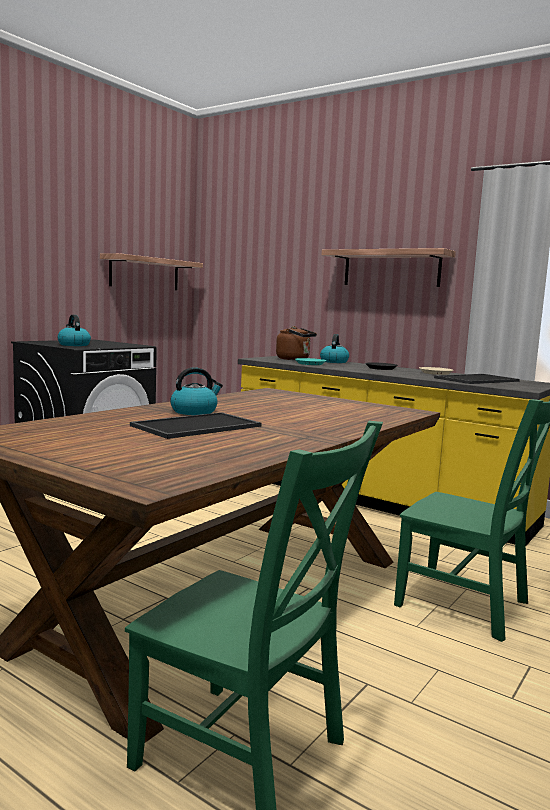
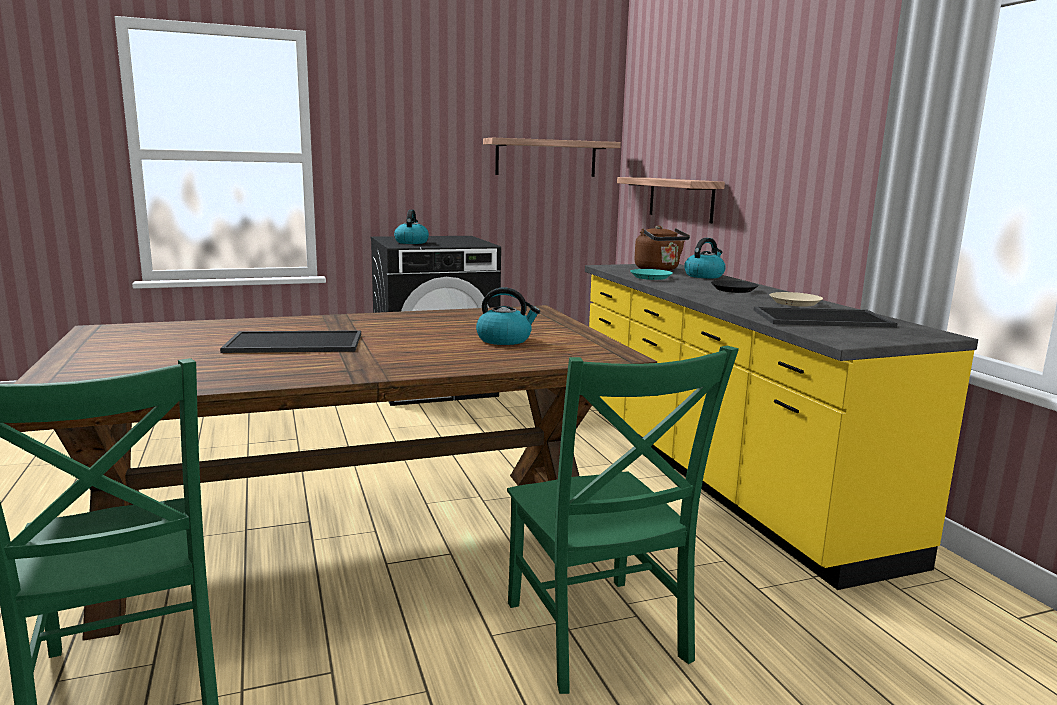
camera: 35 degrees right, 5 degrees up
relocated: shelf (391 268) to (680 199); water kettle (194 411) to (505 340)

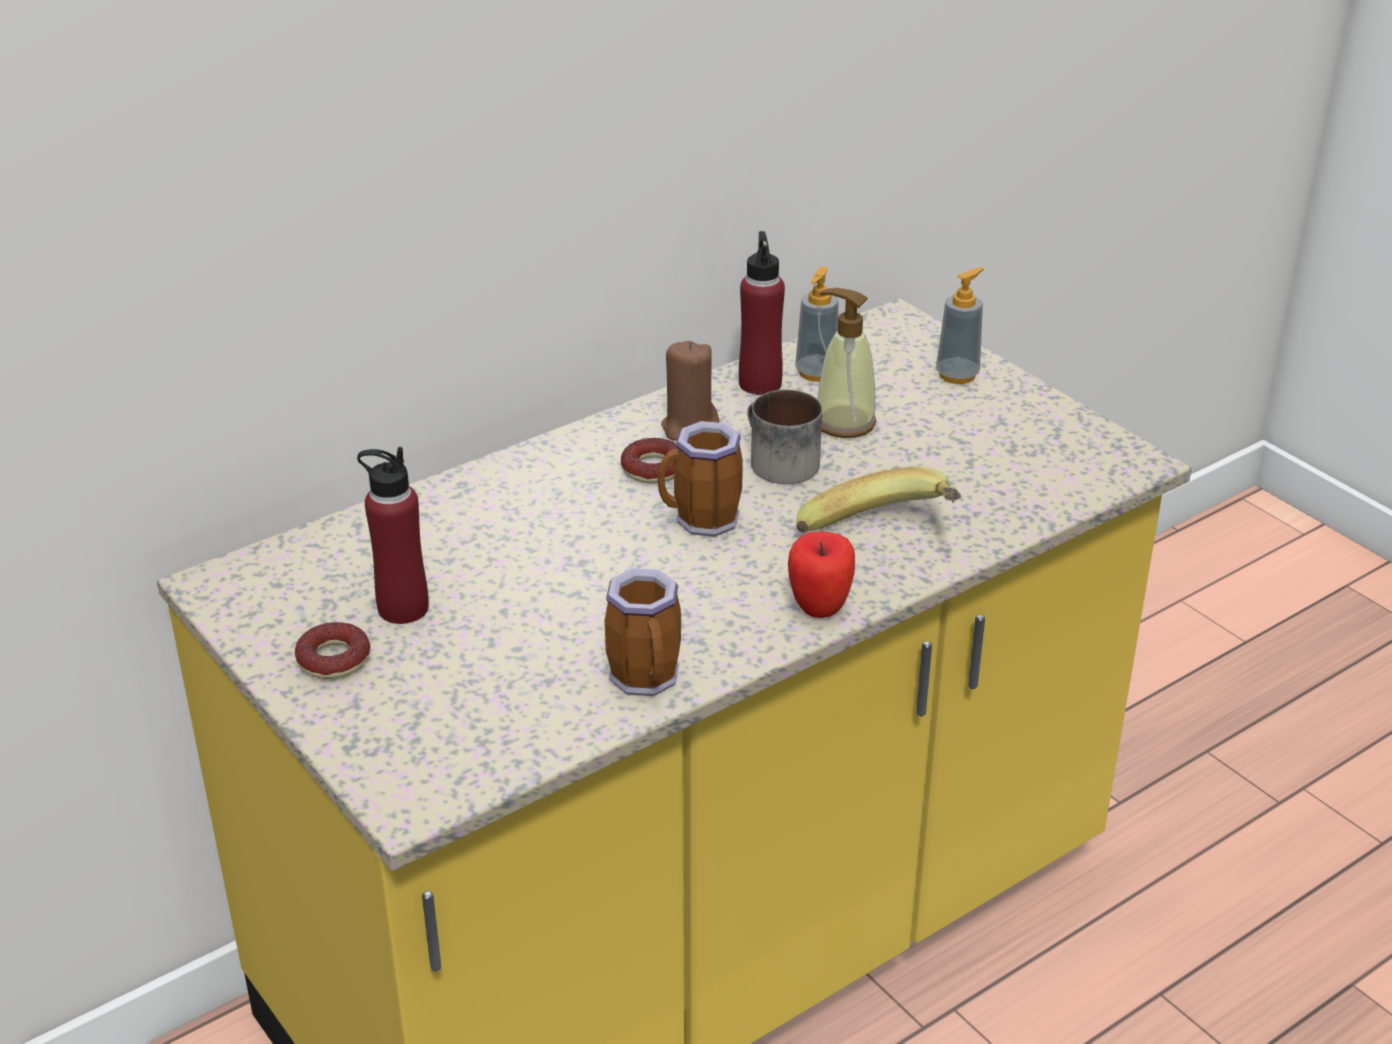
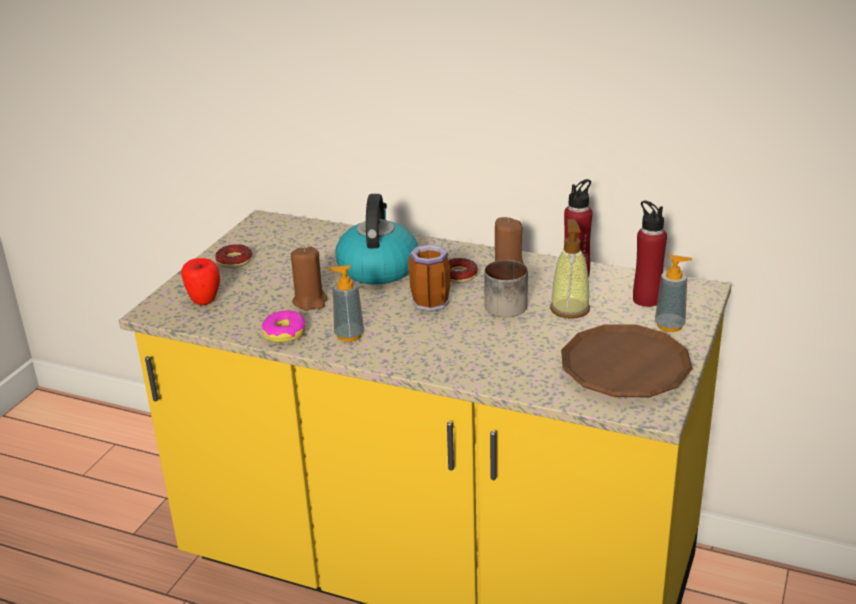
camera: 60 degrees right, 5 degrees down
missing: banana (882 538)
appeared: water kettle (377 268); wax light (brown) (310 301); flat dish (brown) (625 369)
relocated: soap bottle (816 373) to (349 335); drink bottle (red-coloured) (403 608) to (646 299); apple fruit (819 608) to (204 301)
exchanged: tea mug (649 680) to ring doughnut (284 333)

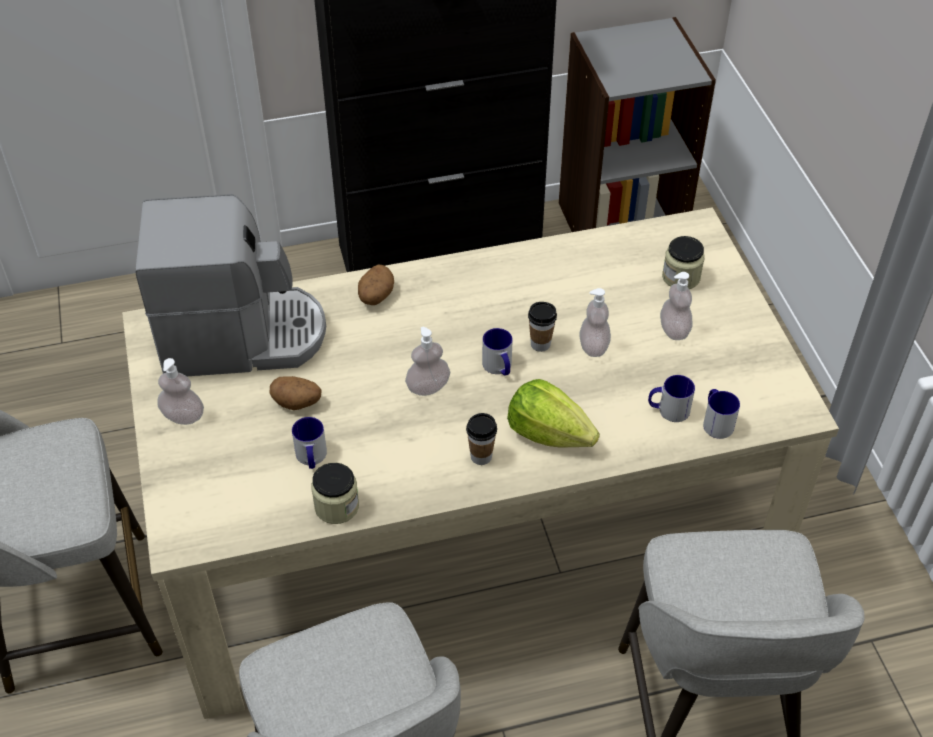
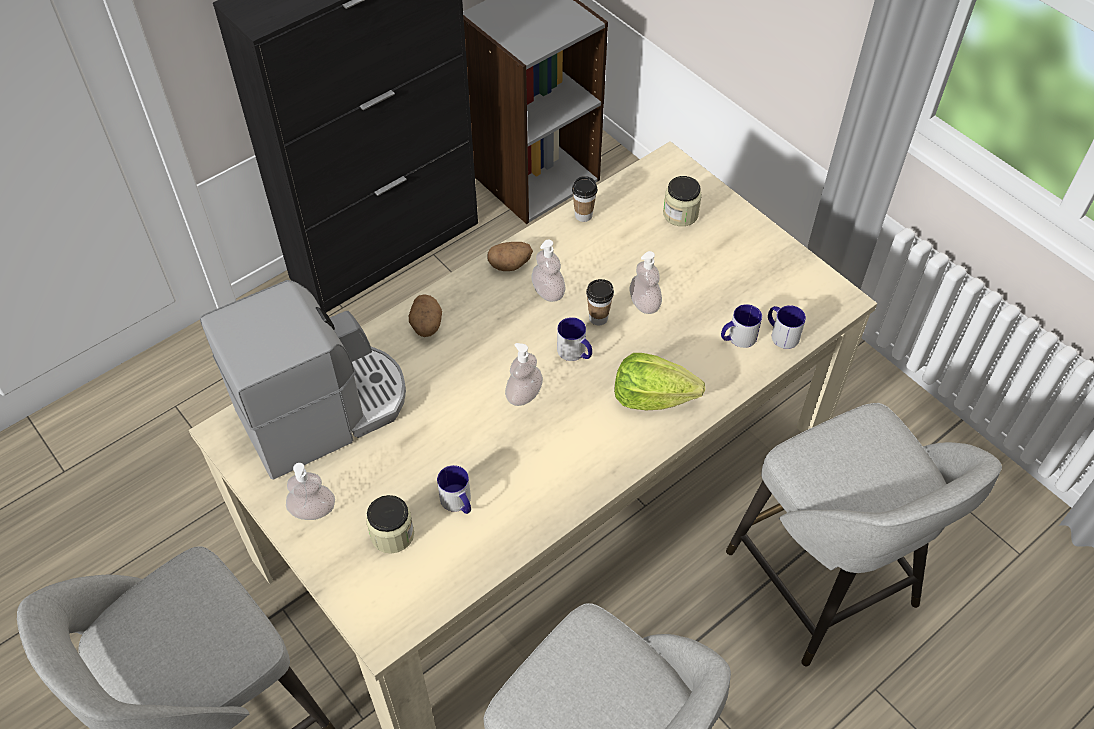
camera: 25 degrees left, 5 degrees up
relocated: soap bottle (674 330) to (548 292); whole potato (297 402) to (510 264); drinking cup (481 456) to (583 215); preserve jar (336 506) to (392 534)

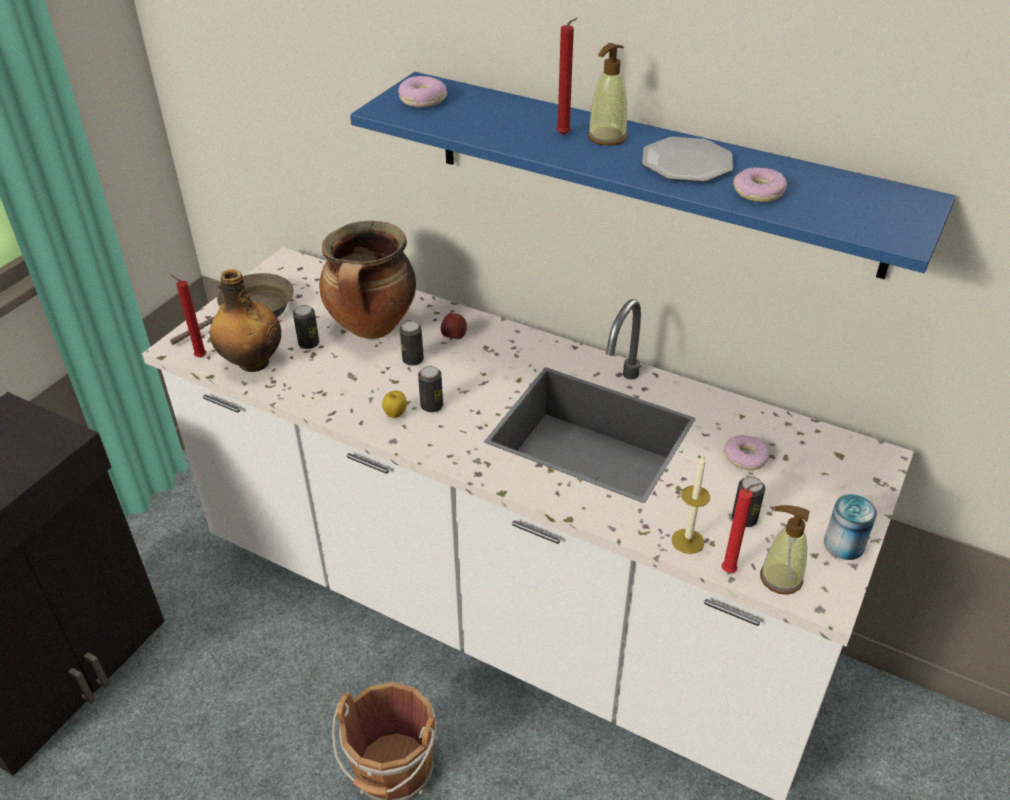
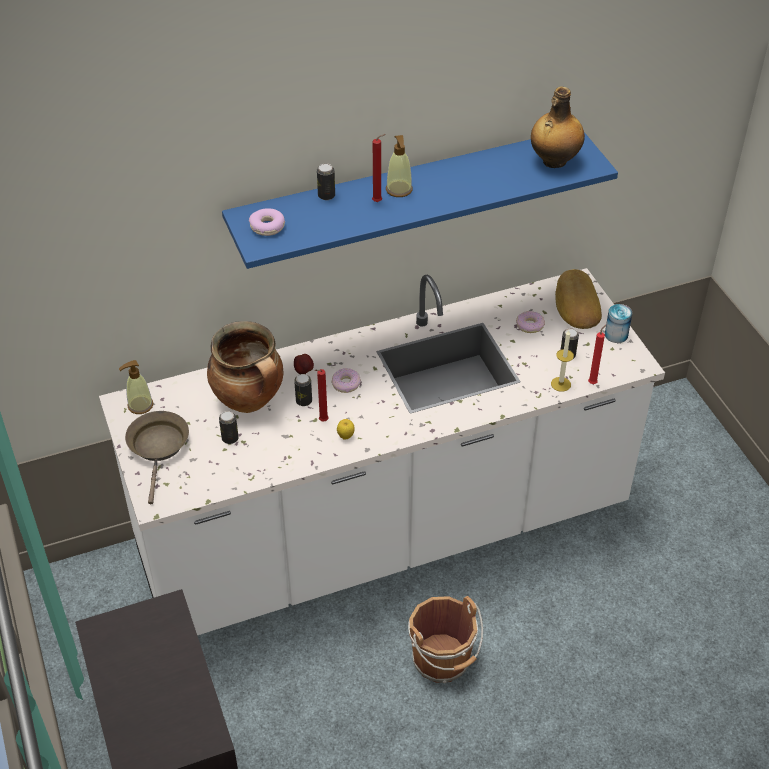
camera: 50 degrees left, 5 degrees up
missing: flat dish (686 163)
appeared: baked bread (576 305)
relocated: ring doughnut (759 192) to (346 384); drink bottle (252 362) to (553 161); wax light (red-coloured) (199 357) to (322 421); sealed can (432 406) to (326 195); soap bottle (780 578) to (140 405)

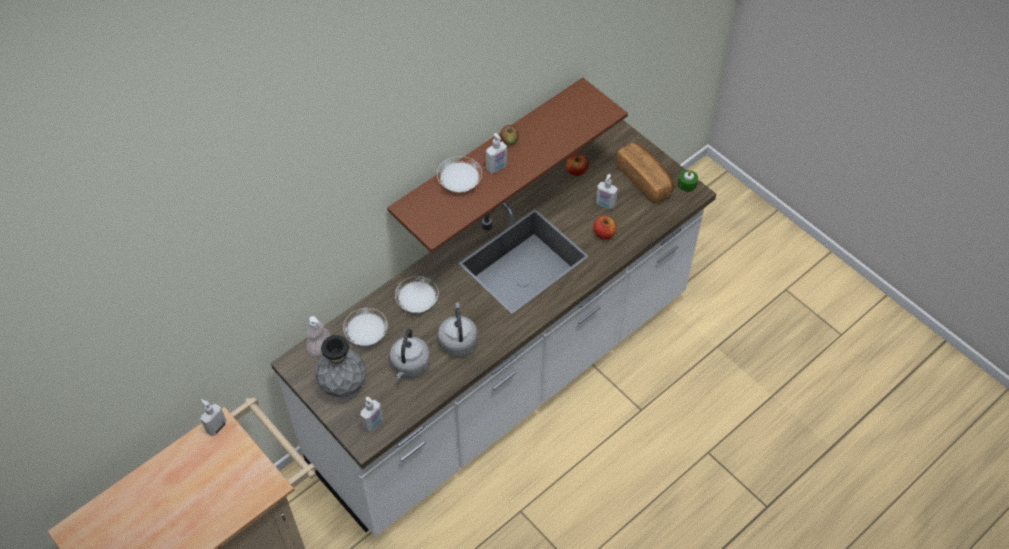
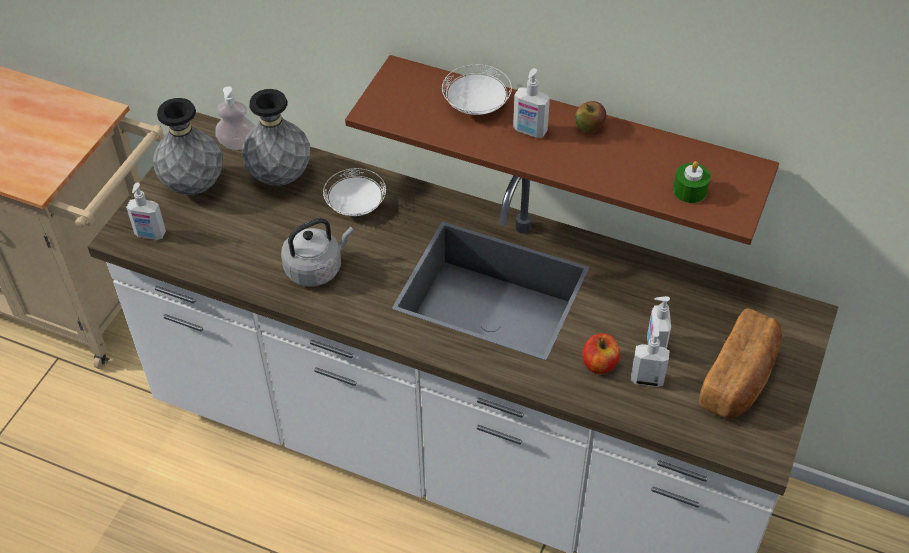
camera: 65 degrees right, 5 degrees down
missing: apple fruit (576 171); water kettle (grey) (410 366)
relocated: wax light (greenish) (687 184) to (690 190); soap bottle (216 427) to (647 379)
exchanged: flat dish (white) (366 334) to flower vase (grey) (280 177)

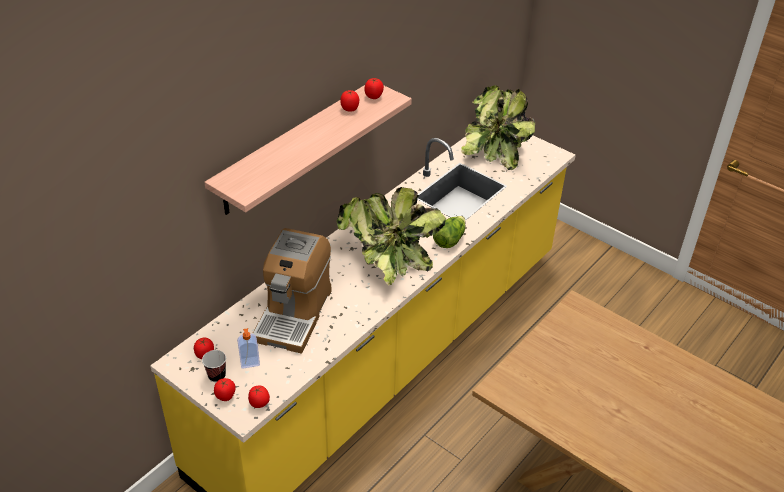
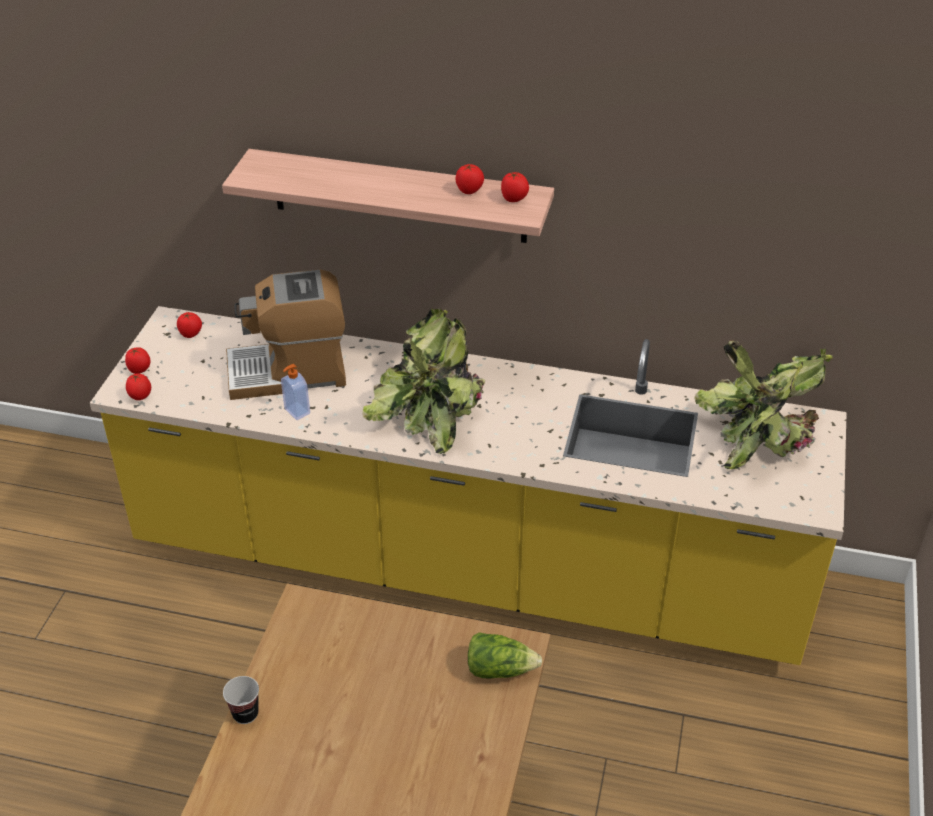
camera: 65 degrees right, 0 degrees up
relocated: lettuce (449 239) to (500 669); soap bottle (250 363) to (296 411); drinking cup (217 376) to (245 714)

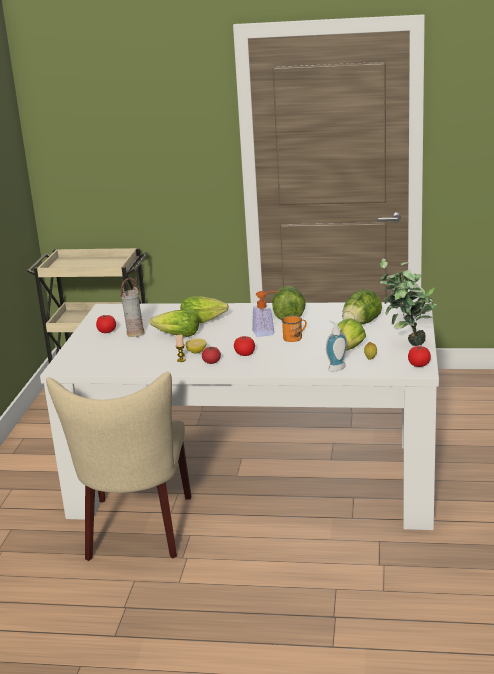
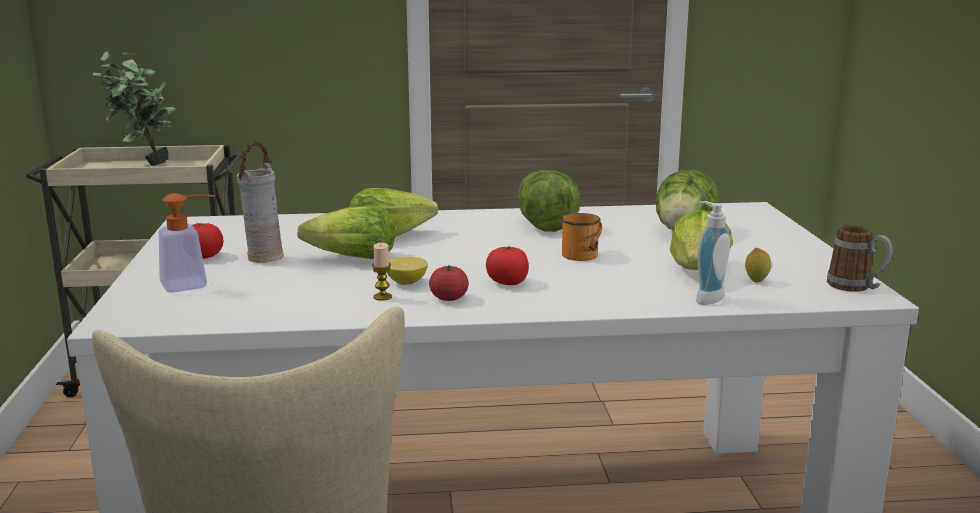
camera: 15 degrees left, 5 degrees down
relocated: potted plant (406 345) to (143 165); soap bottle (267 332) to (193 284)
exchanged: tomato (419 365) to tea mug (856 287)

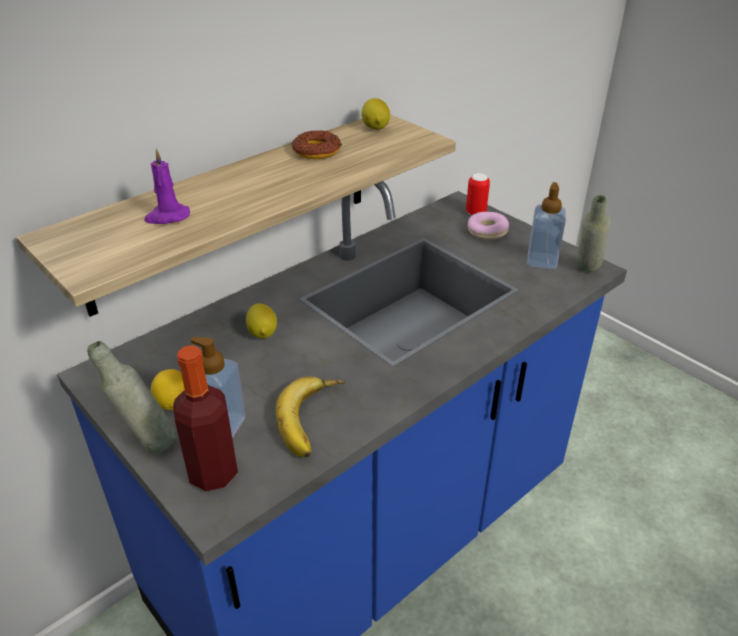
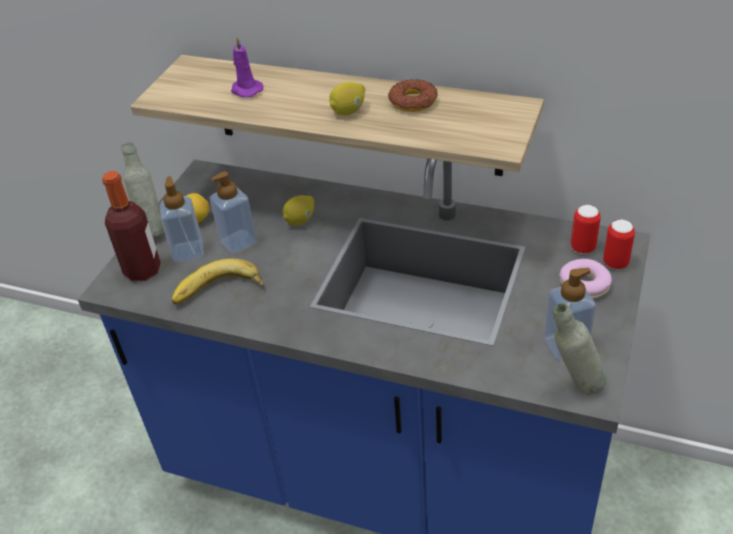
camera: 65 degrees right, 5 degrees up
appeared: soap bottle (238 242); sealed can (582 248)
relocated: whole lemon (375 127) to (349 111)

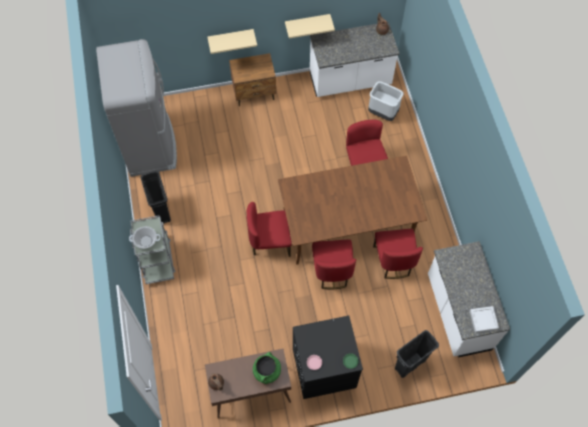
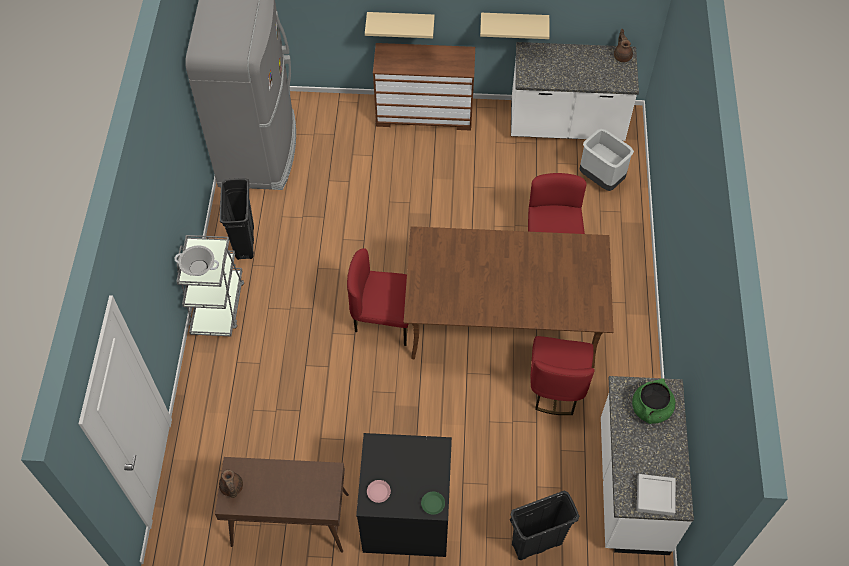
camera: 15 degrees right, 5 degrees down
missing: upright chair (red-coloured) (332 271)
relocated: saucepot (greenish) (267 371) to (651 409)
exchanged: nightstand (brown) (254 92) to dresser (brown) (424 113)

